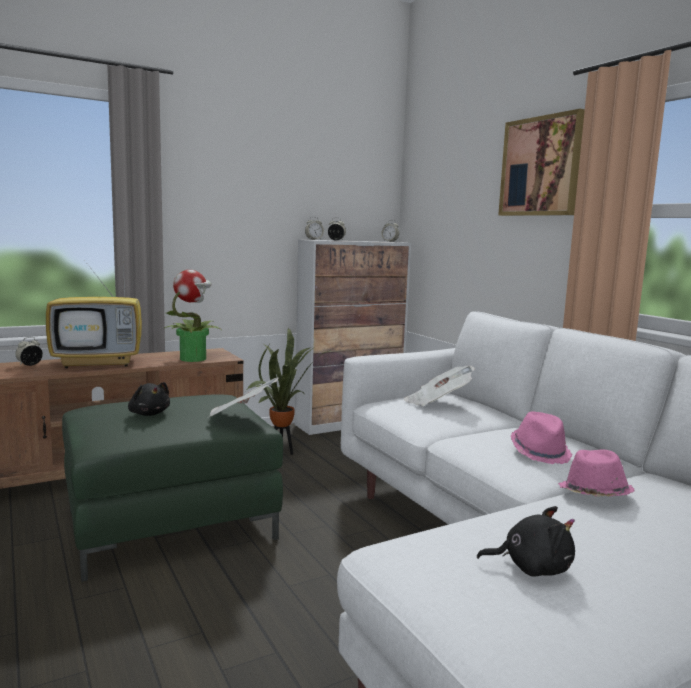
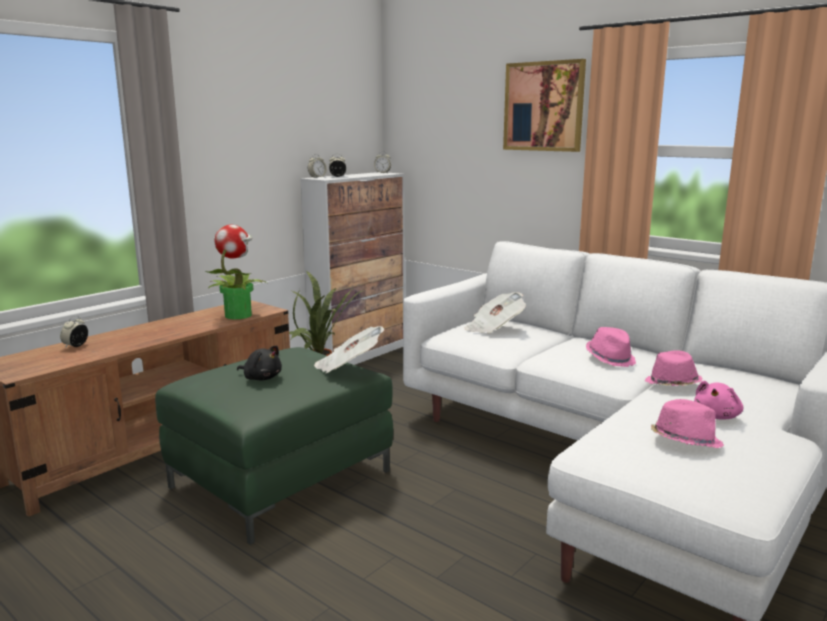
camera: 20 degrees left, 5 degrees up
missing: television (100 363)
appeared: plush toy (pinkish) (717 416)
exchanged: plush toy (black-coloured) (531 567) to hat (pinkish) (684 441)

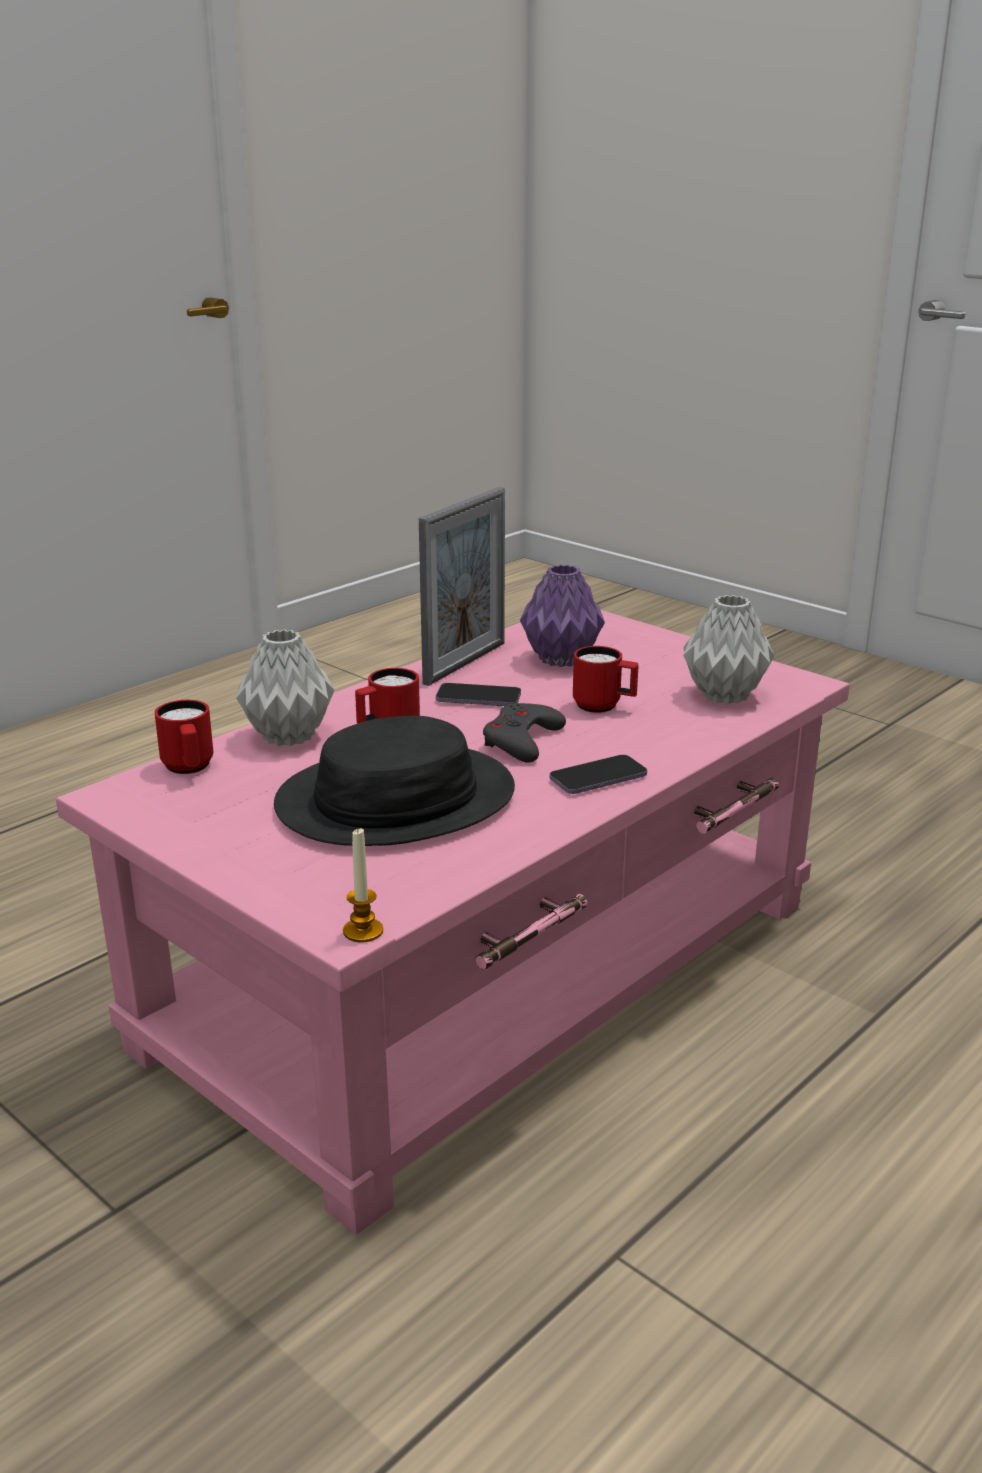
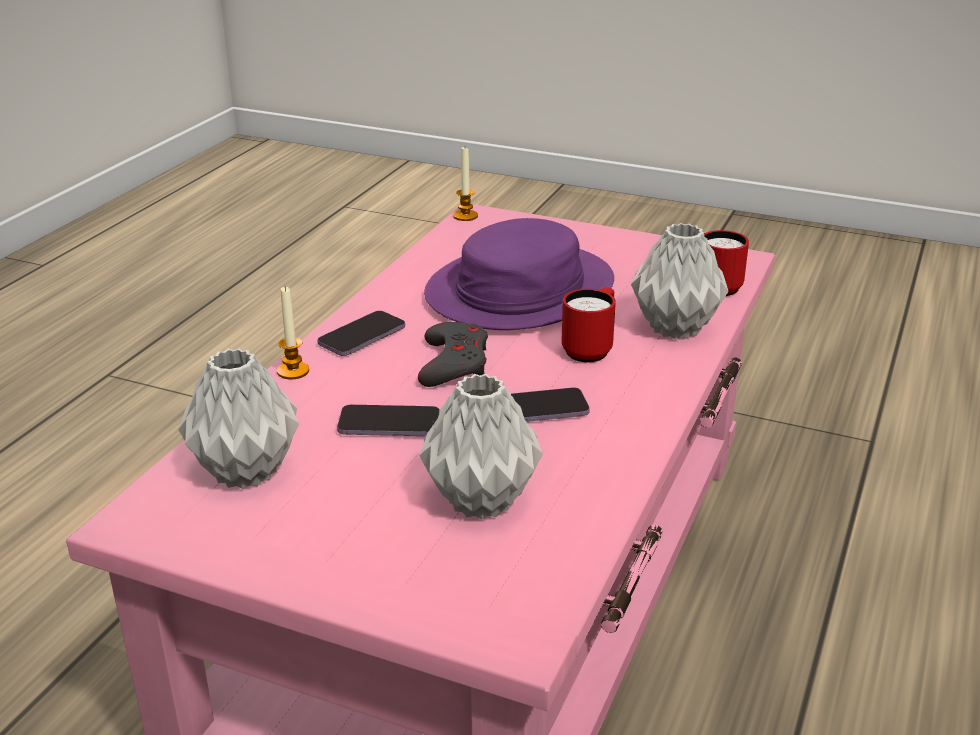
camera: 160 degrees right, 5 degrees up
missing: standing frame (465 663)
appeared: wax light (293 371)
exchanged: tea mug (red-coloured) (604 707) to telephone (389 424)
colour: flower vase (purple-coloured) (562 659) to flower vase (grey) (480 502); hat (black-coloured) (396 800) to hat (purple-coloured) (519 290)

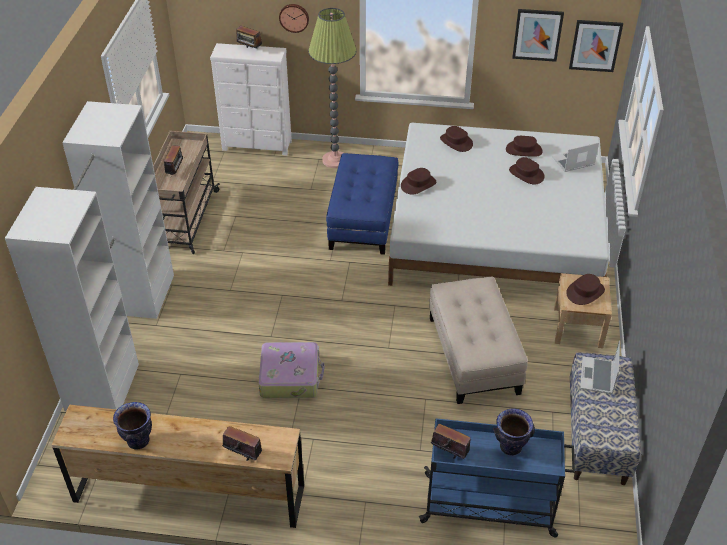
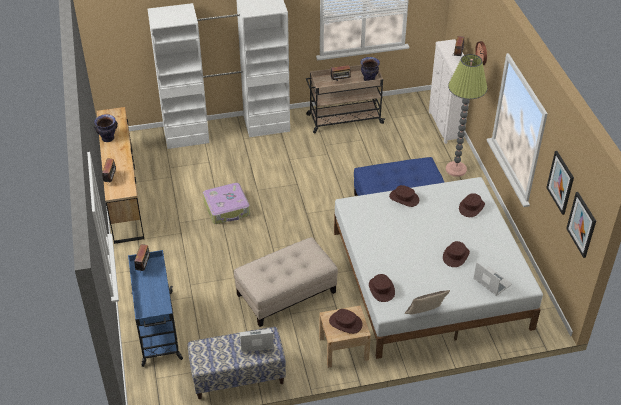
camera: 70 degrees right, 0 degrees up
appeared: pillow (425 313)
relocated: hat (brown) (523 150) to (381 289); flower vase (510 447) to (369 79)

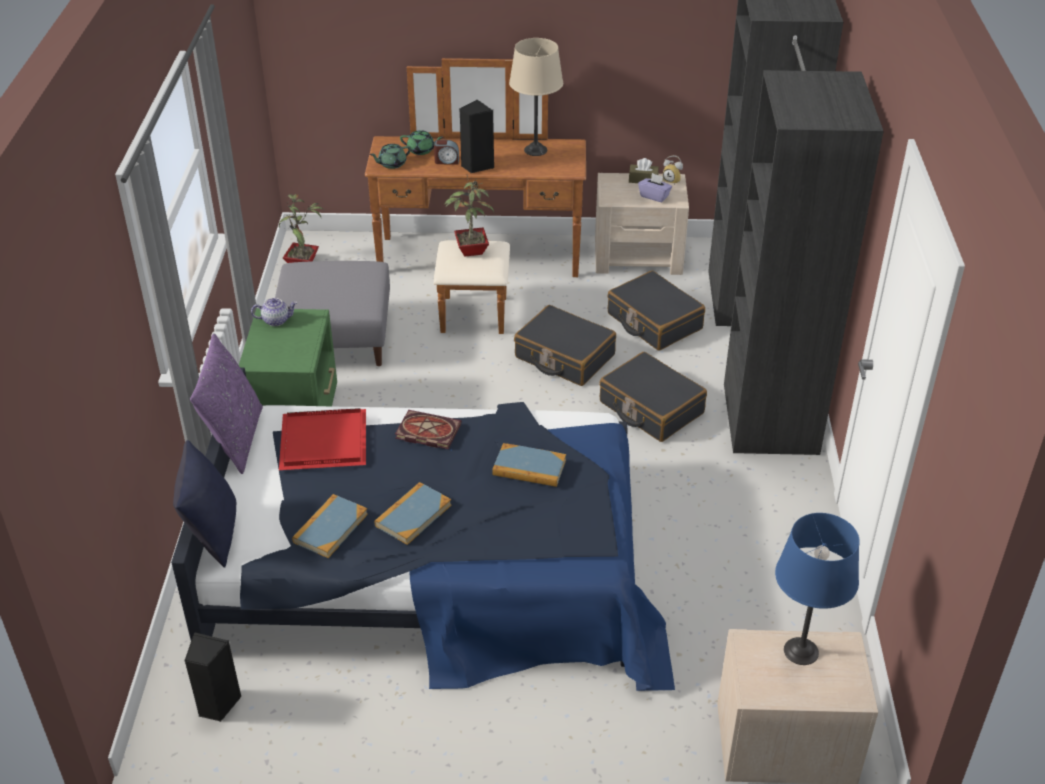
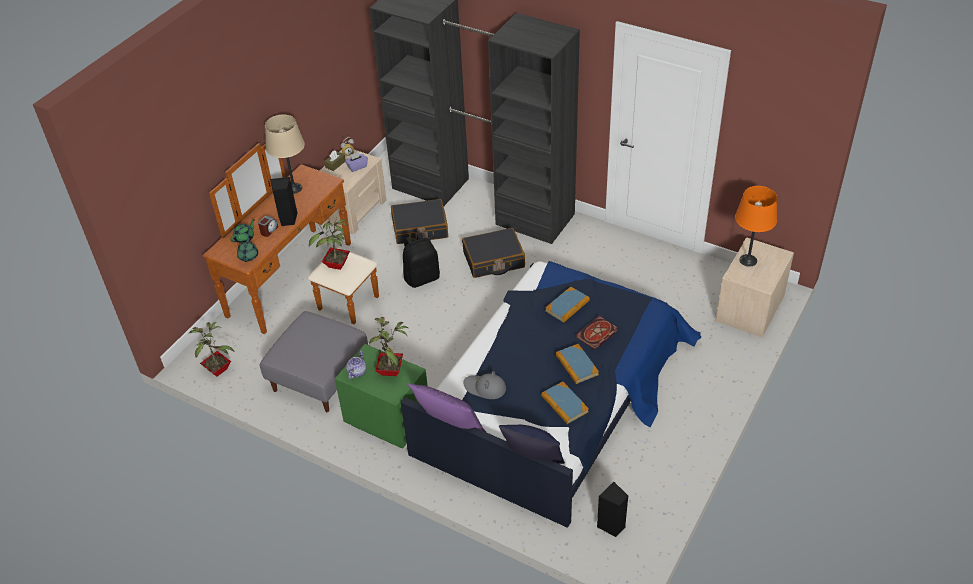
camera: 60 degrees left, 5 degrees up
appeared: potted plant (391 370)
relocated: book (426 432) to (596 334)
exchanged: travel case (black-coloured) (564 356) to rucksack (black-coloured) (422 277); serving tray (red-coloured) (322 443) to hat (grey) (485 388)
colour: tabletop lamp (blue-coloured) (801 651) to tabletop lamp (orange) (748 260)

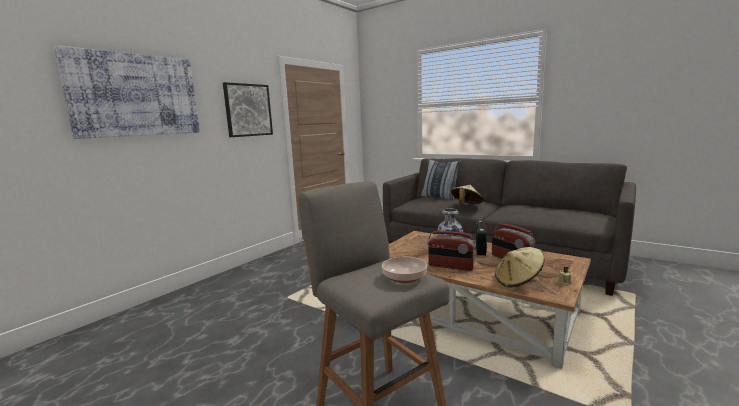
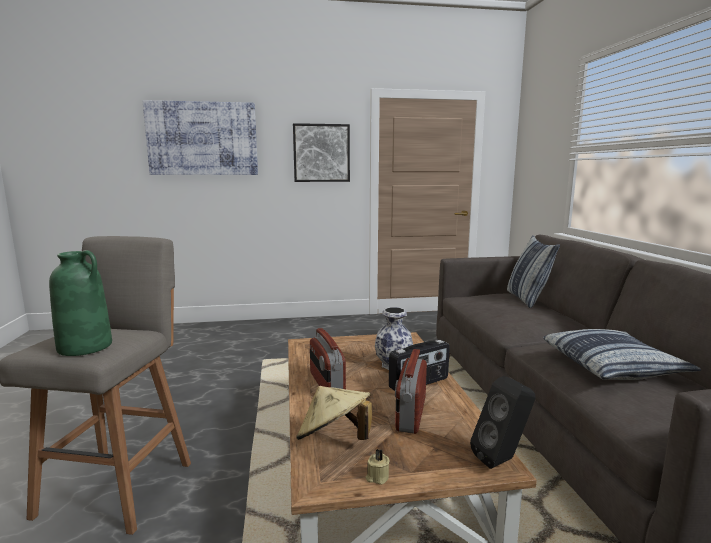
camera: 45 degrees right, 0 degrees up
missing: hat (beige-coloured) (466 206)
appeared: pillow (613 366); speaker (black-coloured) (502 460)
exchanged: serving bowl (404 277) to flower vase (greenish) (86 347)

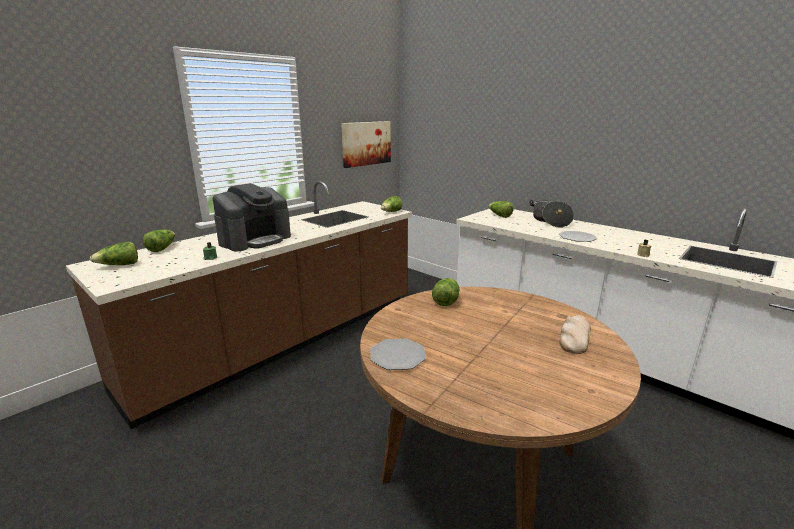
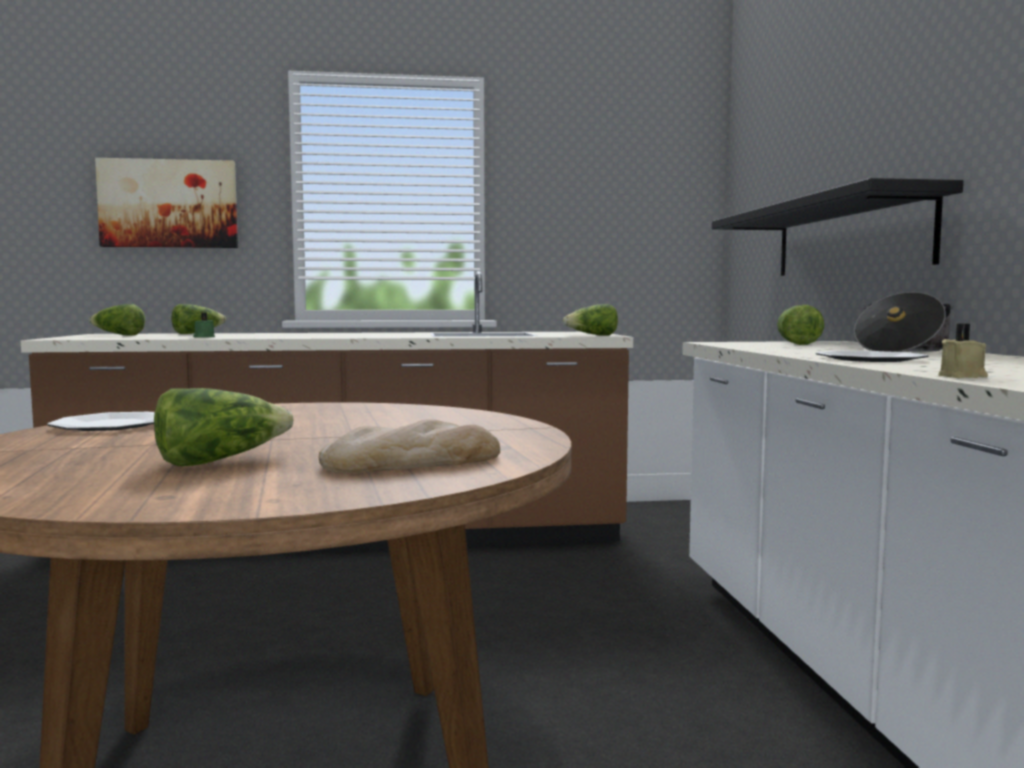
camera: 40 degrees right, 15 degrees down
missing: coffee brewer (255 240)
appeared: shelf (black-coloured) (848 238)
relocated: picture (366 143) to (169 204); lettuce (445 300) to (220 461)

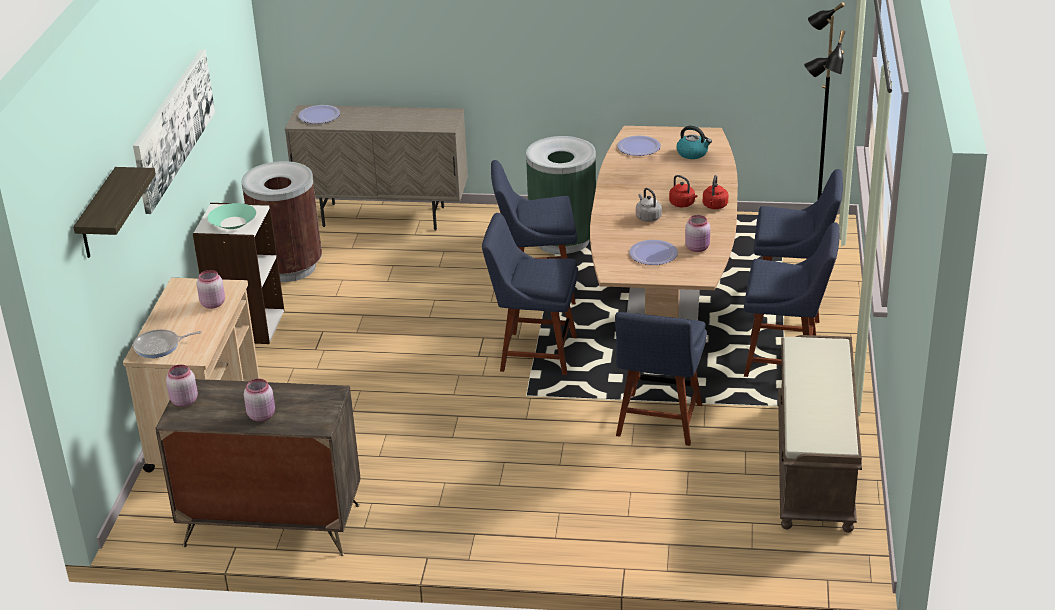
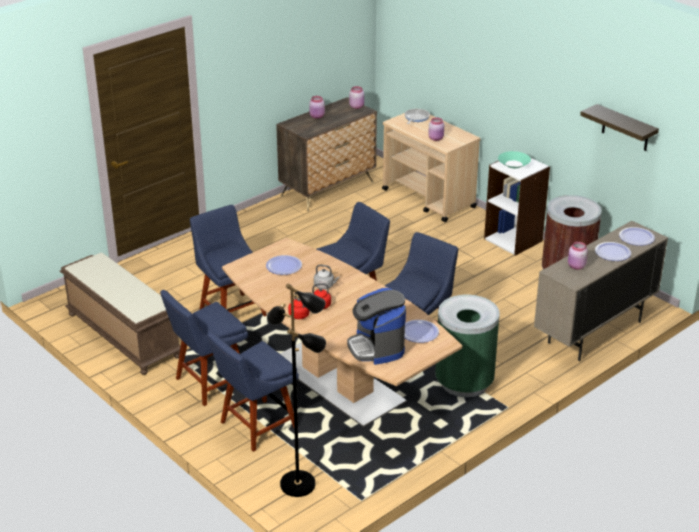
camera: 130 degrees right, 0 degrees up
missing: picture (173 128)
appeared: flat dish (612 252)
relocated: shelf (98 215) to (625 128); preserve jar (pinkish) (698 248) to (576 266)
exchanged: water kettle (693 153) to coffee brewer (377 347)

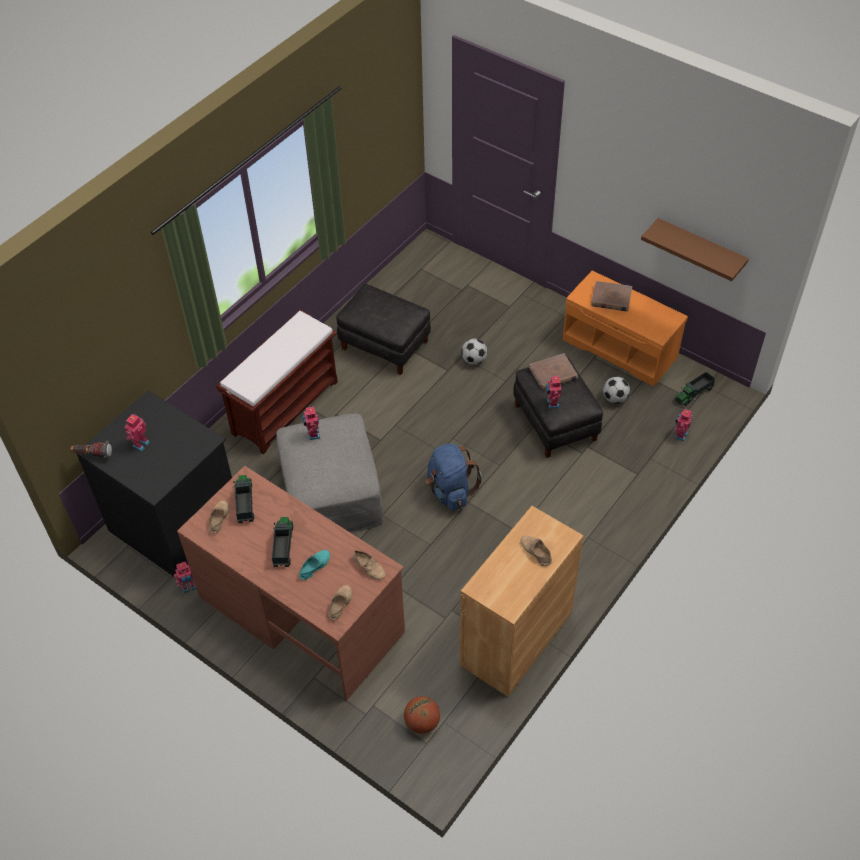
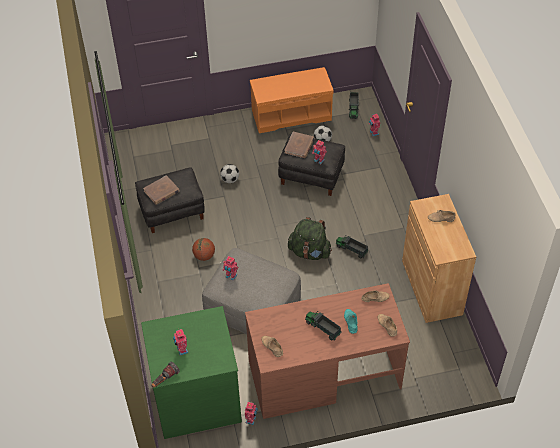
camera: 50 degrees left, 0 degrees up
missing: shelf (brown) (700 249); bench (brown) (285 406)
relocated: book (brown) (611 298) to (161 191); model truck (245 503) to (351 249); basketball ball (422 722) to (204 256)
colour: dresser (black-coloured) (177 523) to dresser (greenish) (196 398); rucksack (blue-coloured) (450 491) to rucksack (greenish) (310 252)

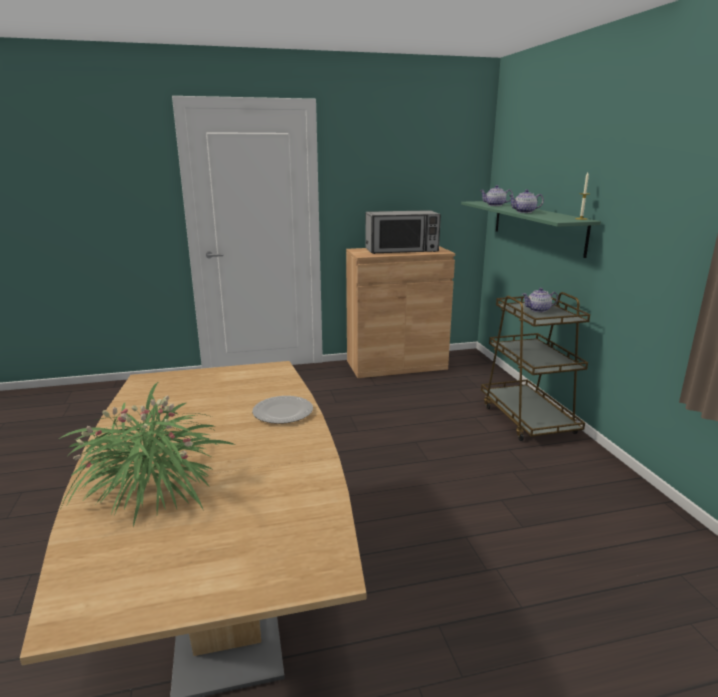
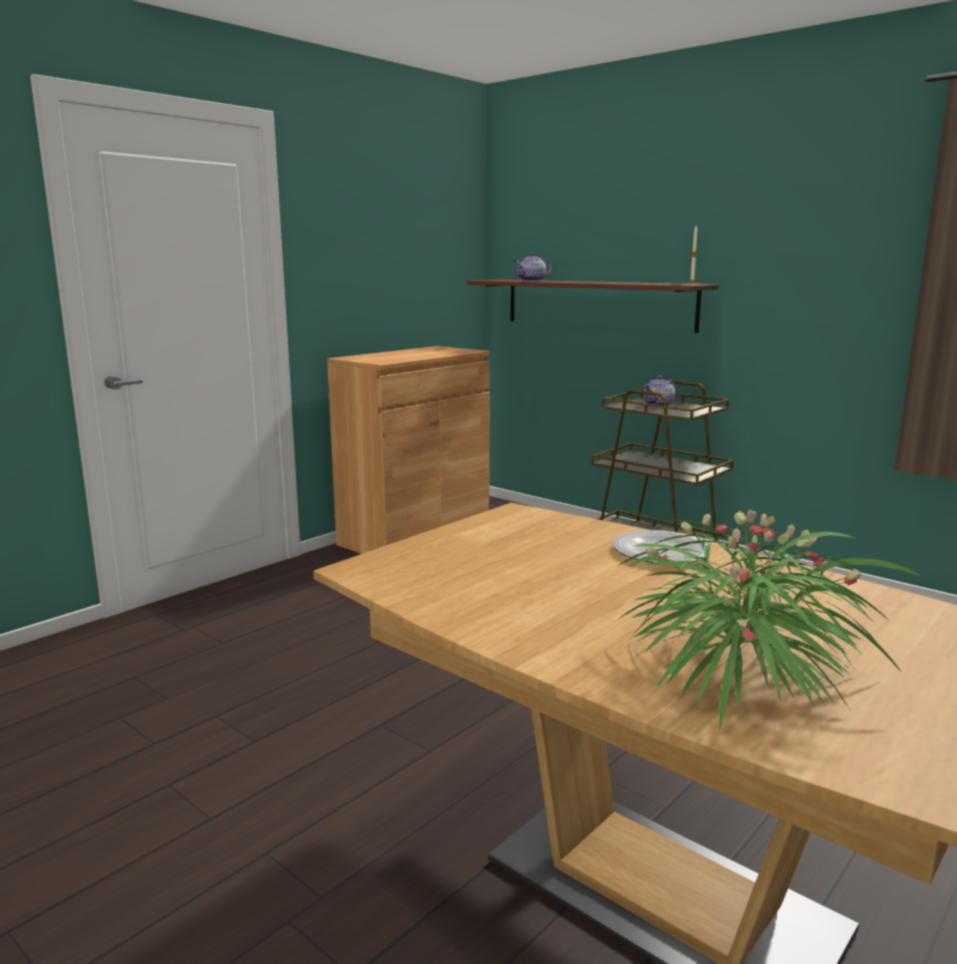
camera: 35 degrees left, 5 degrees down
missing: teapot (525 212); microwave (402 250)
colour: shelf (greenish) (537 226) to shelf (brown) (597 304)

